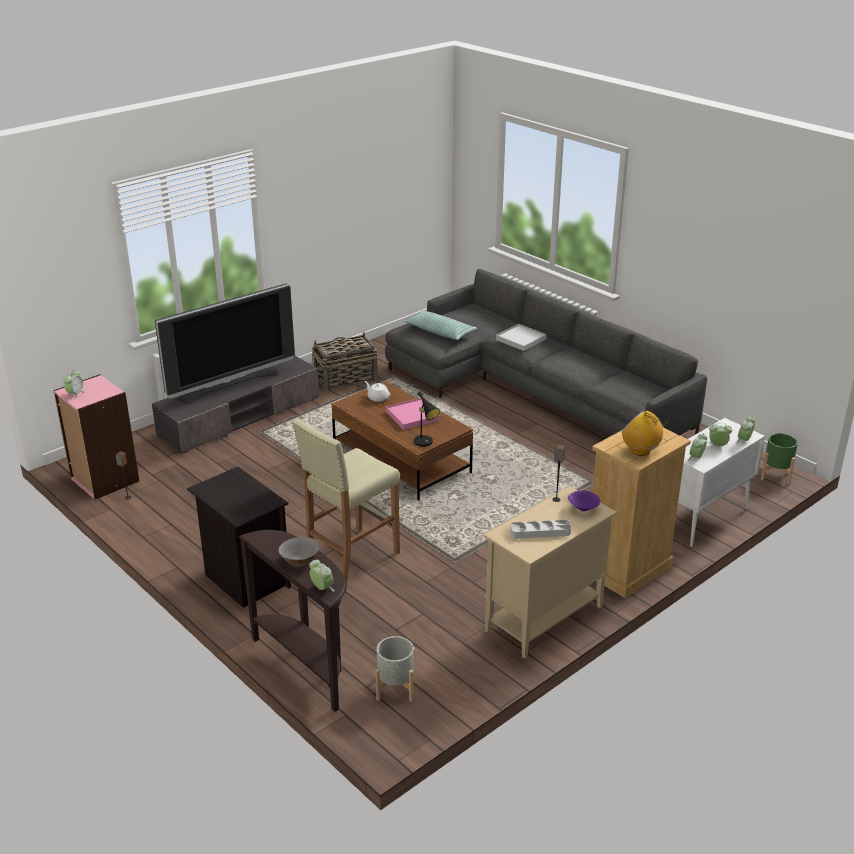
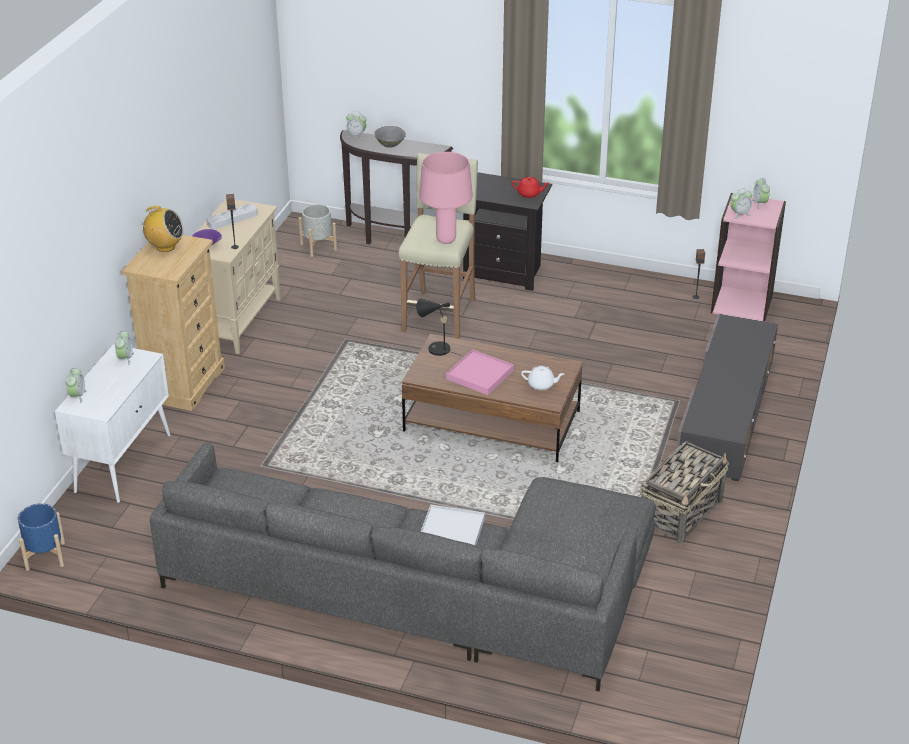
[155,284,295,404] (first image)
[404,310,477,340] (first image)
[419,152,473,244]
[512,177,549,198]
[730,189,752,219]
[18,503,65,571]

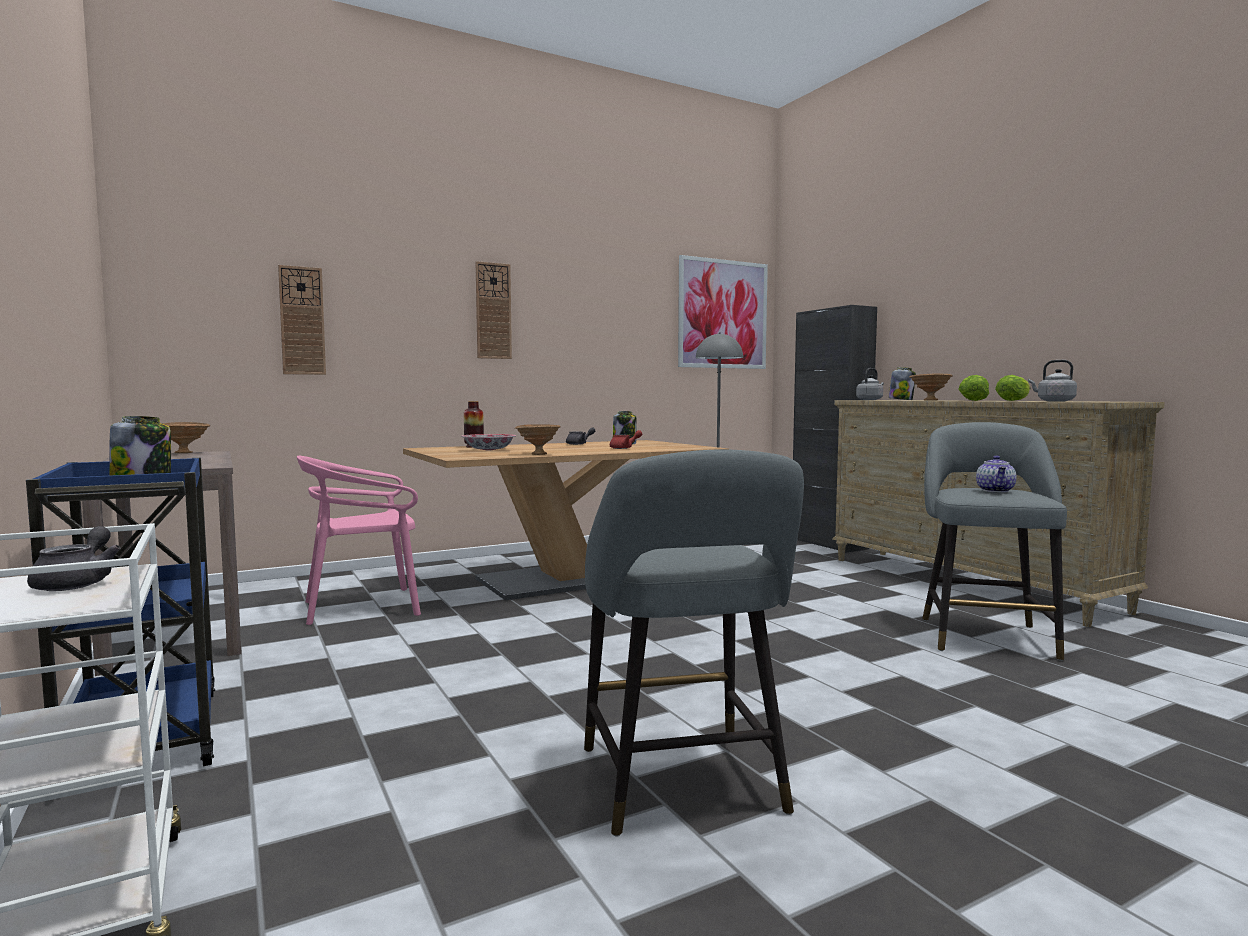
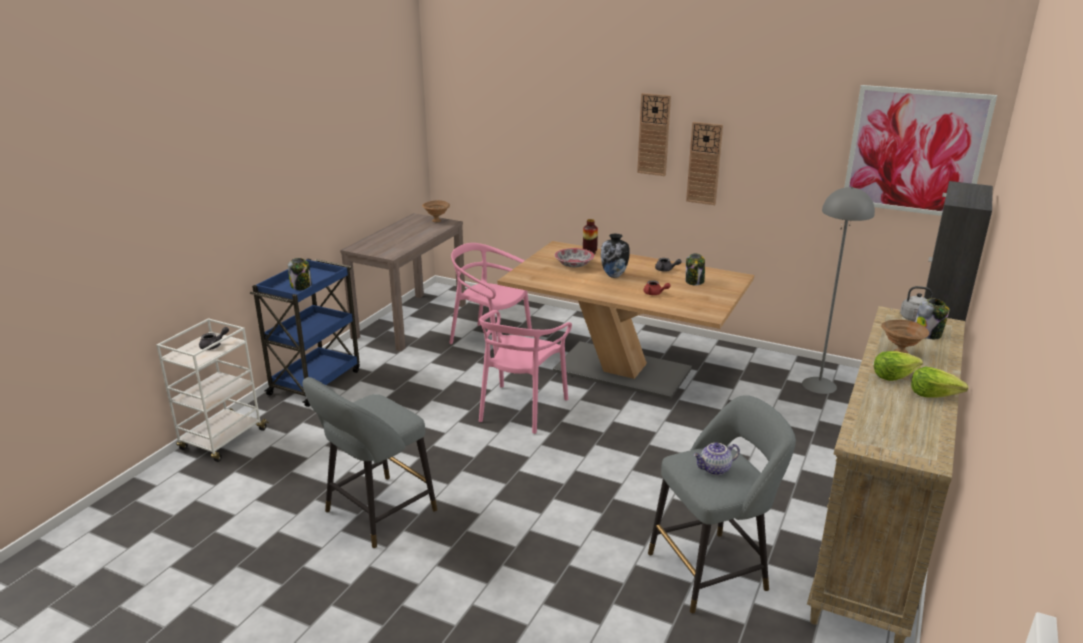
[515,424,561,455] (first image)
[1028,360,1077,401] (first image)
[479,310,572,434]
[601,234,629,278]
[686,122,723,205]

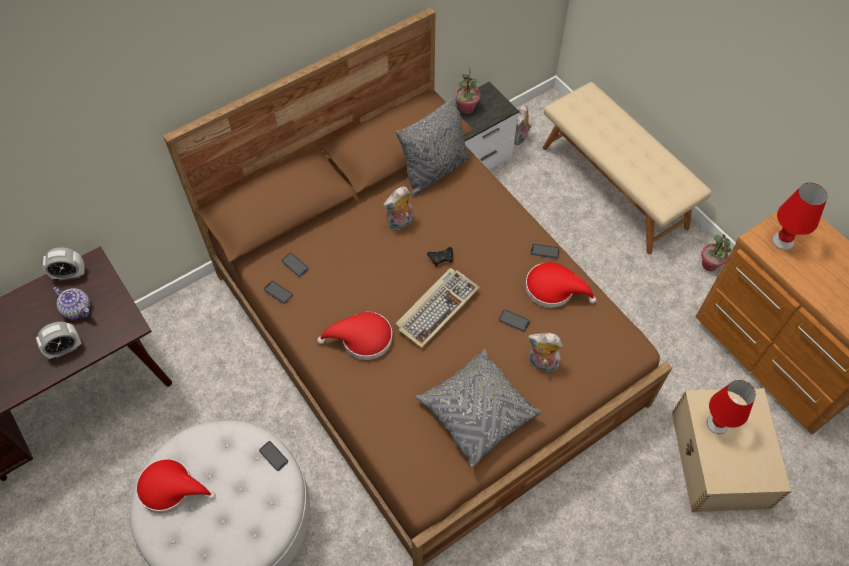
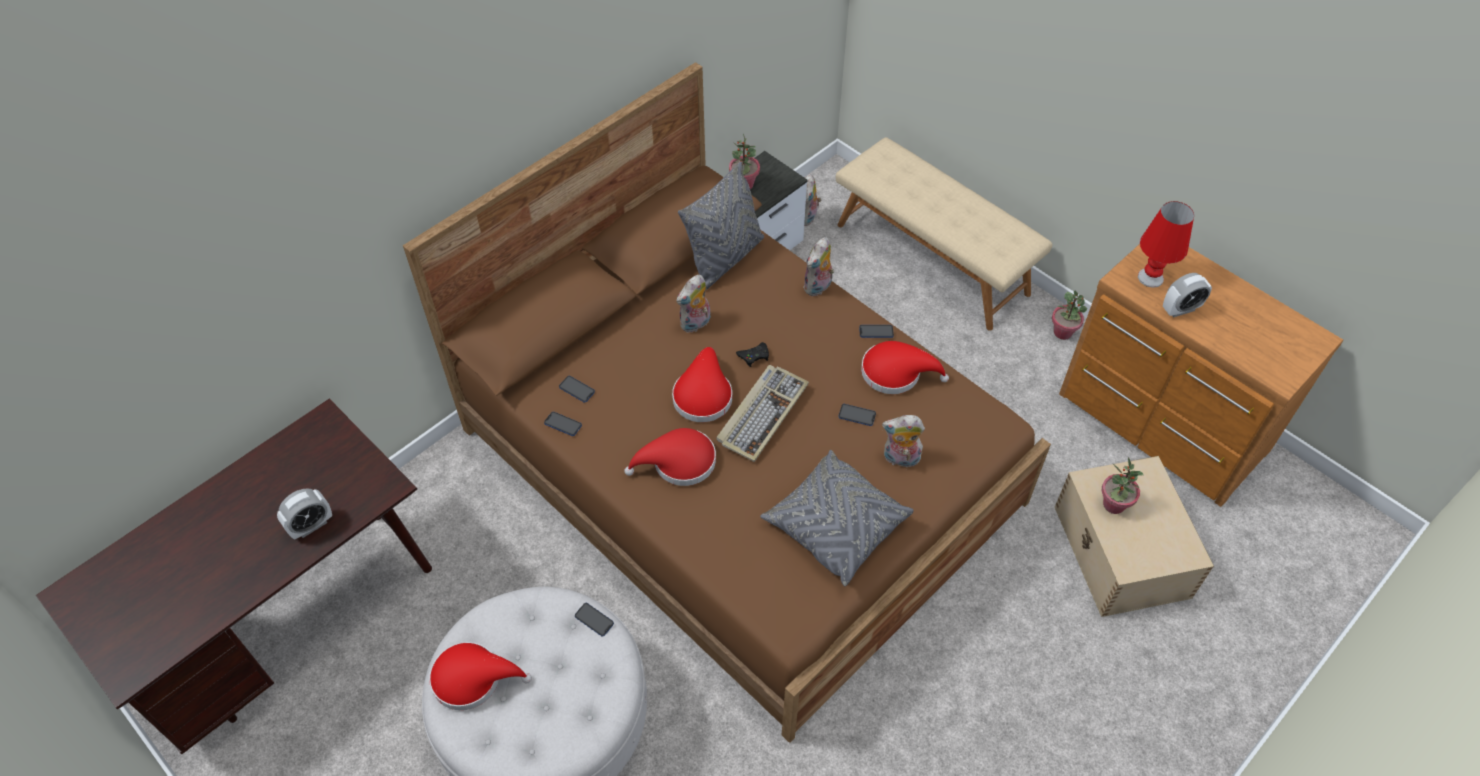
[53,287,90,320] (first image)
[672,347,732,422]
[803,237,834,296]
[1163,273,1212,318]
[1102,457,1144,514]

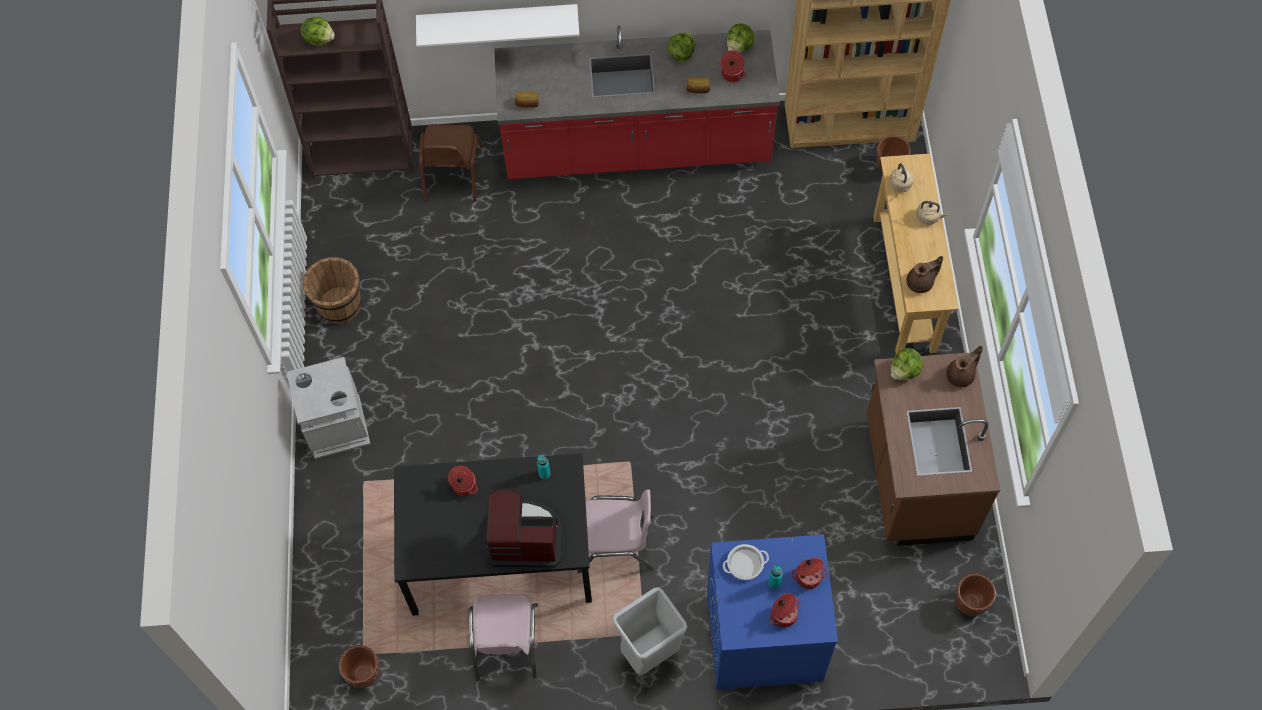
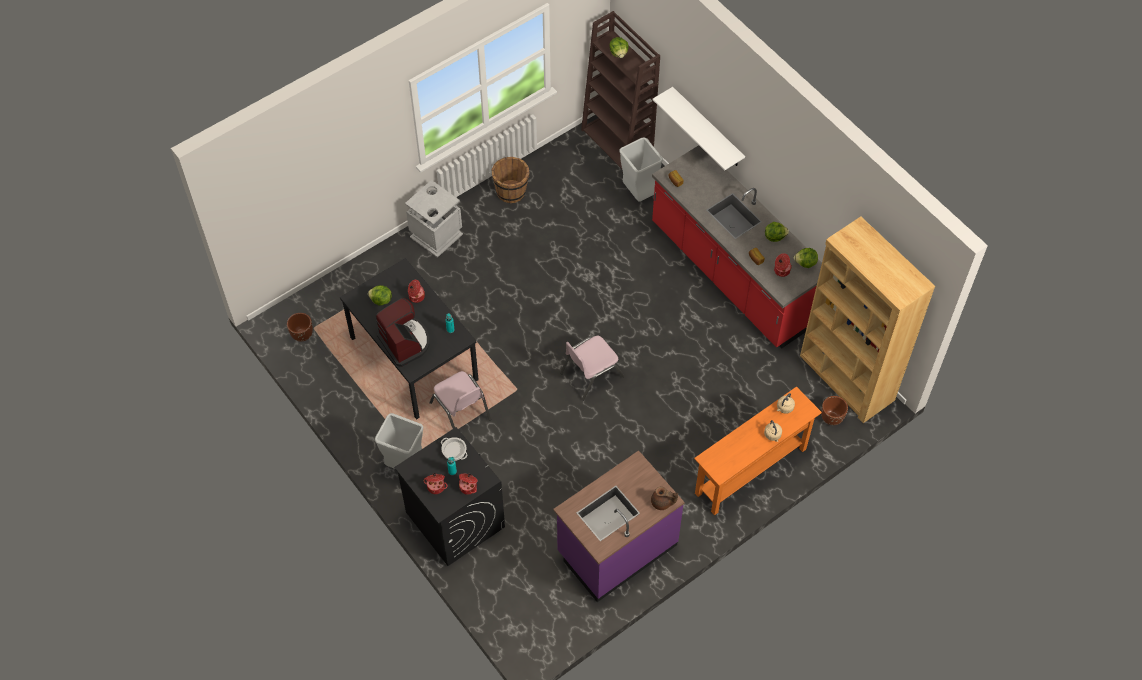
[906,256,943,293] (first image)
[955,574,996,616] (first image)
[560,336,625,401]
[368,285,392,306]
[619,137,663,201]
[394,427,505,566]
[553,451,685,602]
[694,386,822,515]

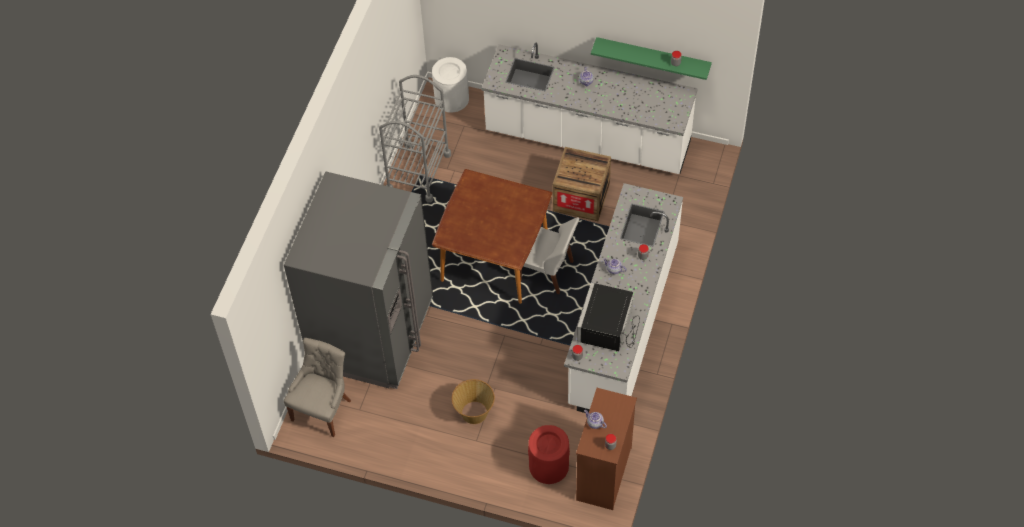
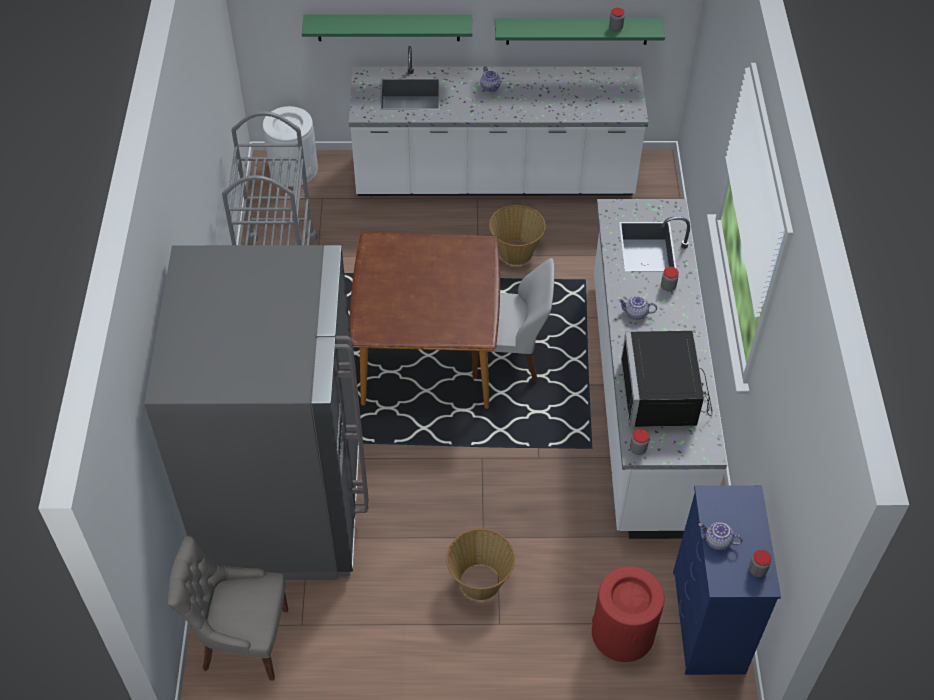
[302,14,472,41]
[489,205,546,265]
[673,485,781,675]
[168,535,288,681]

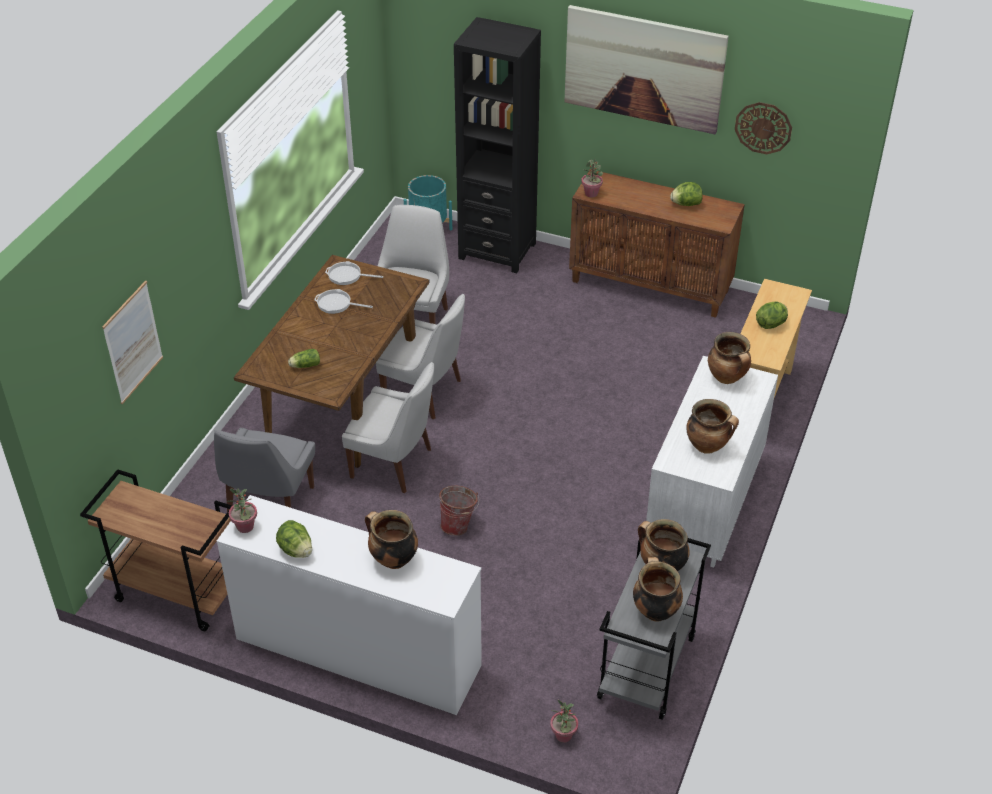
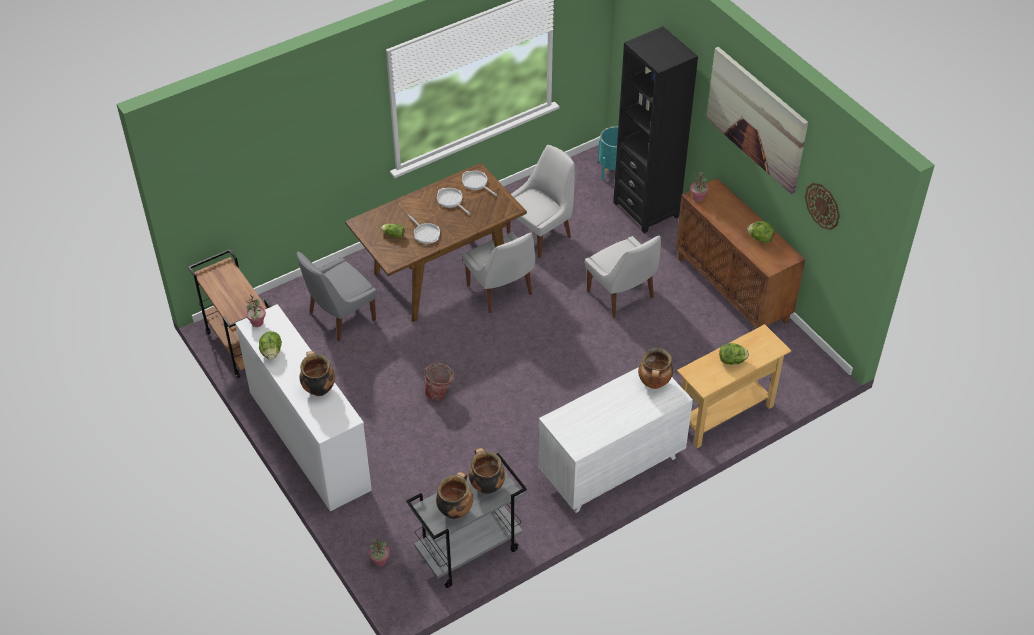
[102,281,163,404] (first image)
[687,399,739,454] (first image)
[408,215,440,244]
[585,236,661,318]

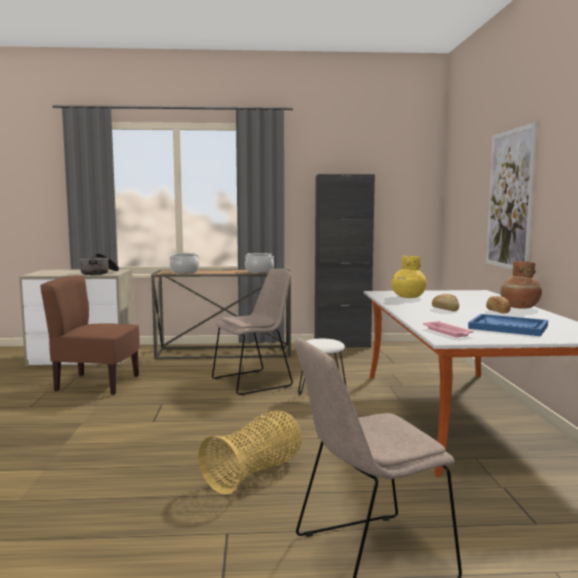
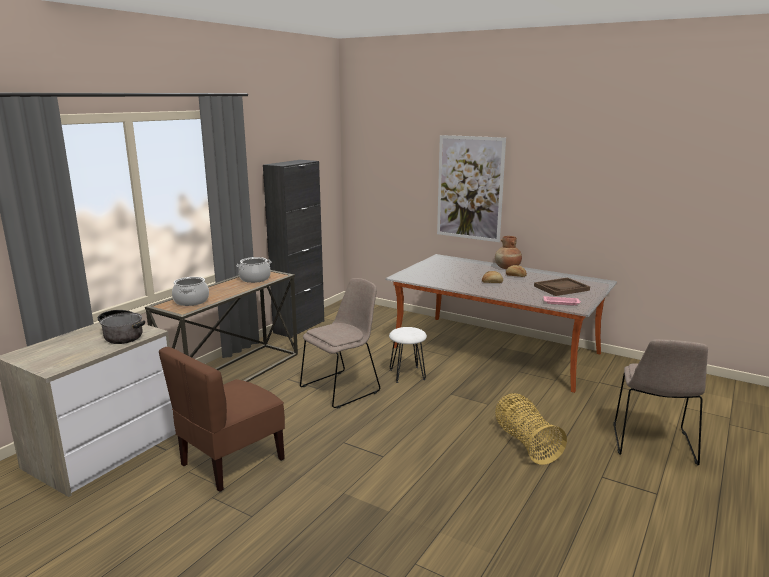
[391,256,427,298] (first image)
[534,277,590,296]
[300,278,380,409]

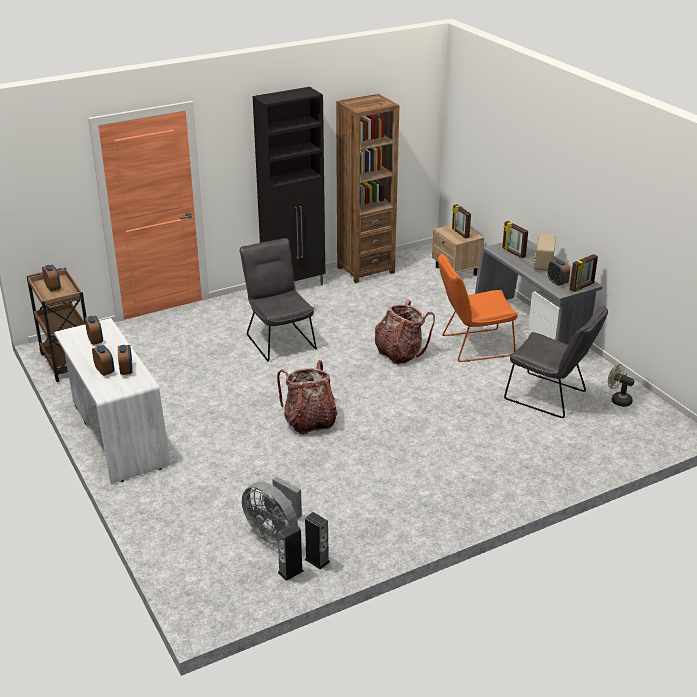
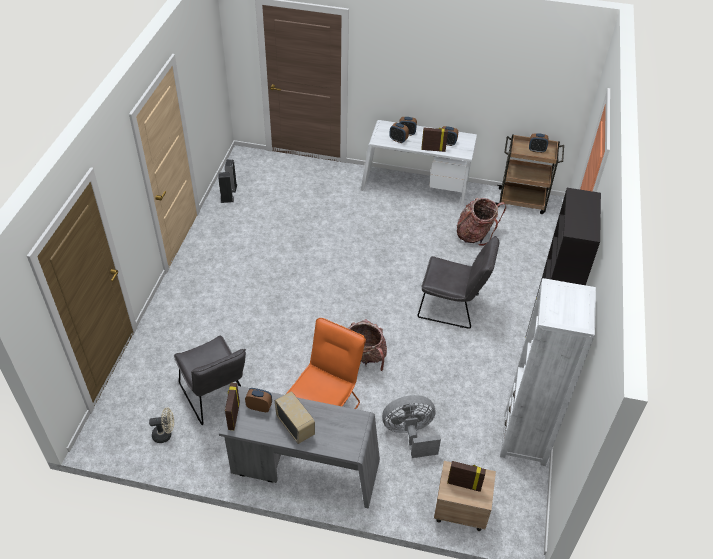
[382,395,441,458]
[457,198,506,246]
[421,128,448,152]
[500,278,596,466]
[174,336,246,425]

